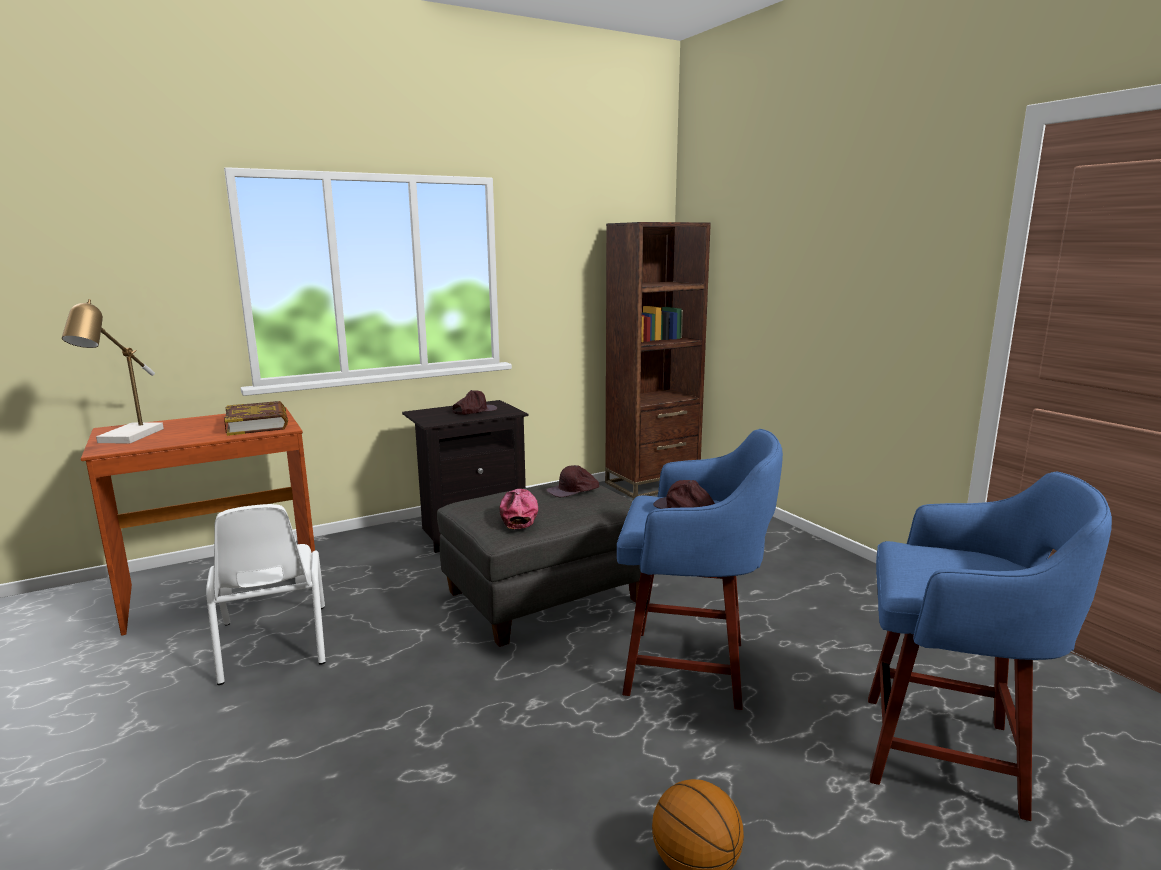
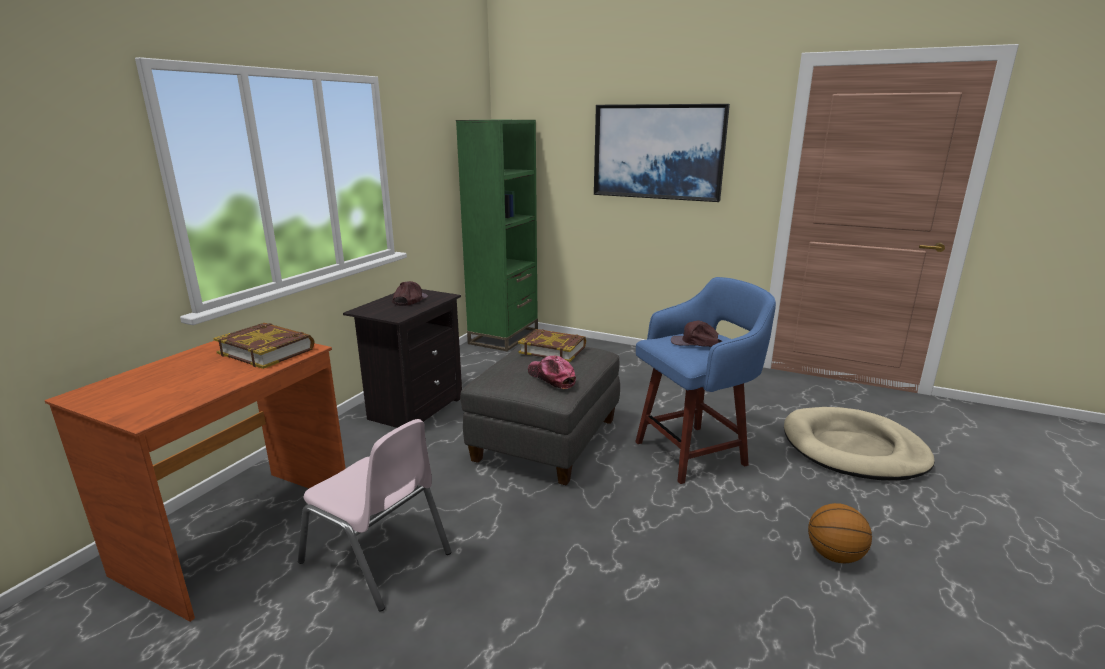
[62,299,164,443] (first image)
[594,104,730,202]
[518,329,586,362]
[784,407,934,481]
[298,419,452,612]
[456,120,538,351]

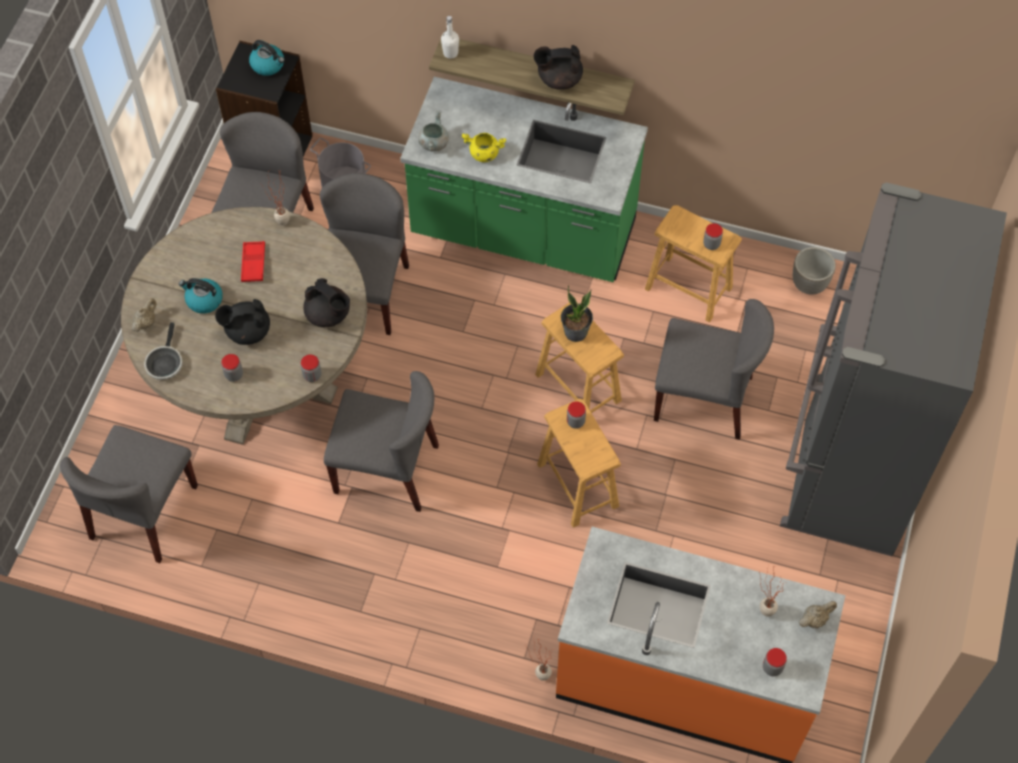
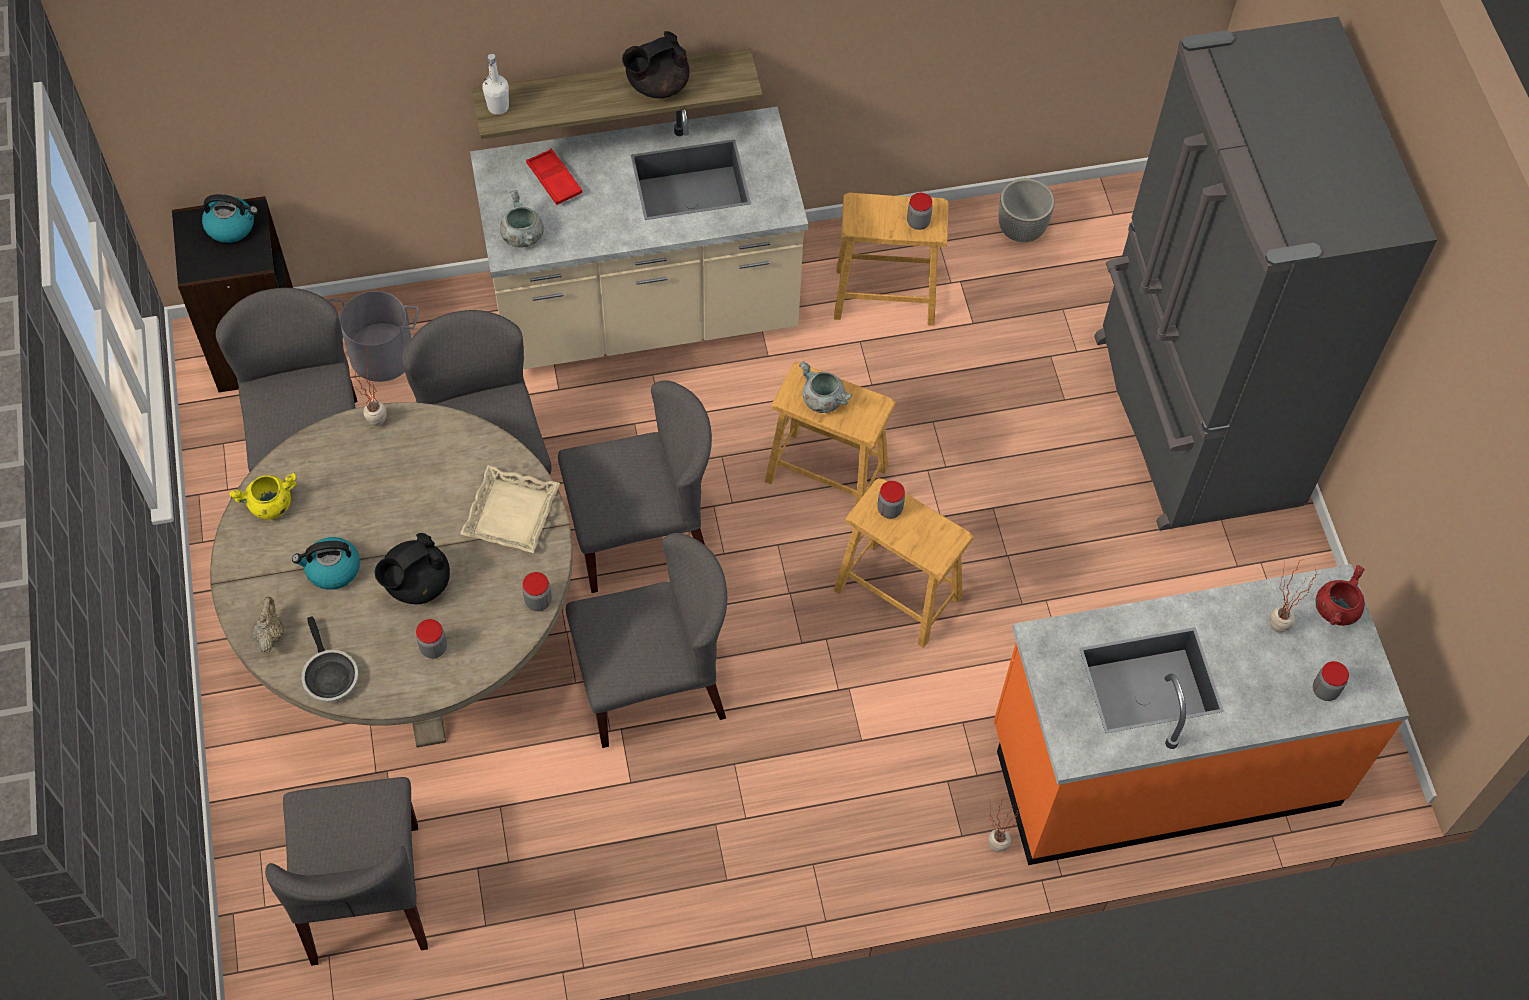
[526,149,582,205]
[229,472,297,519]
[558,380,712,593]
[460,465,560,553]
[799,361,852,413]
[1316,565,1365,626]
[470,107,808,369]

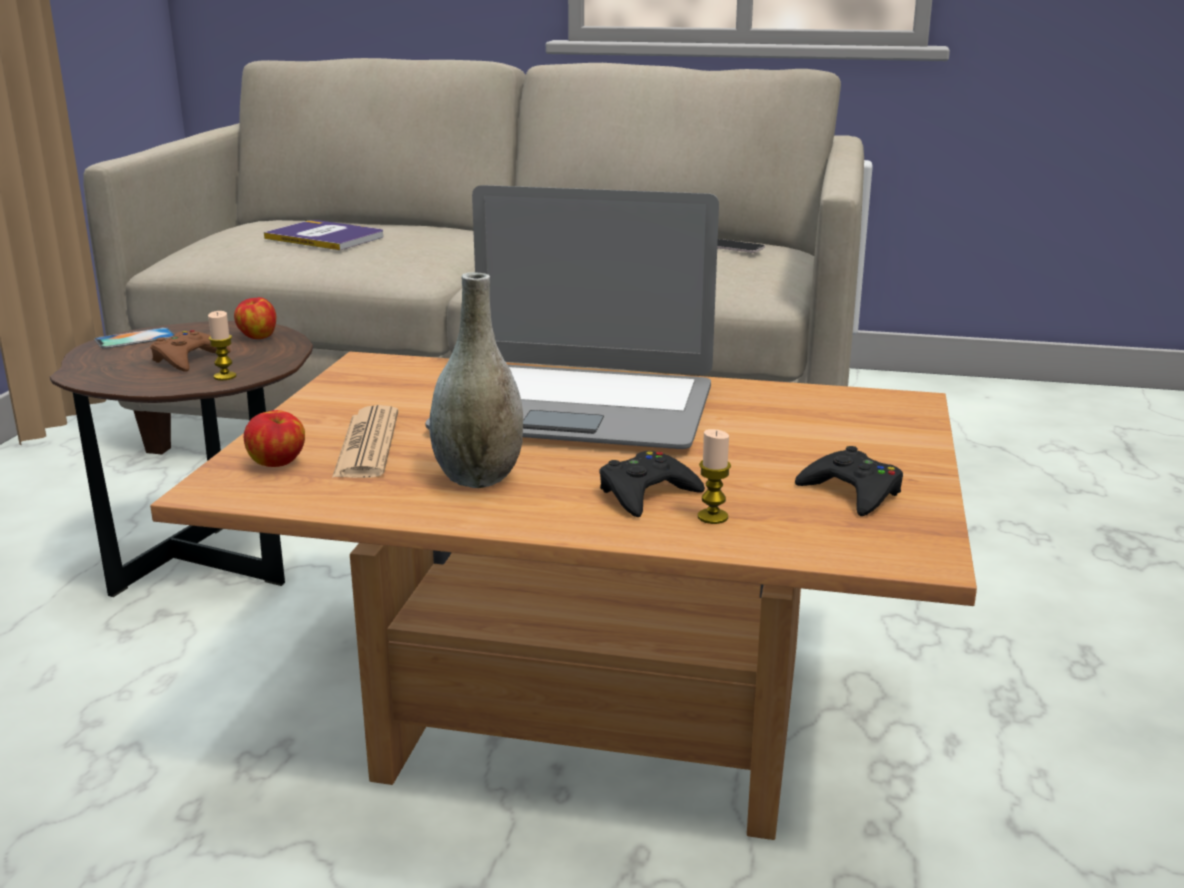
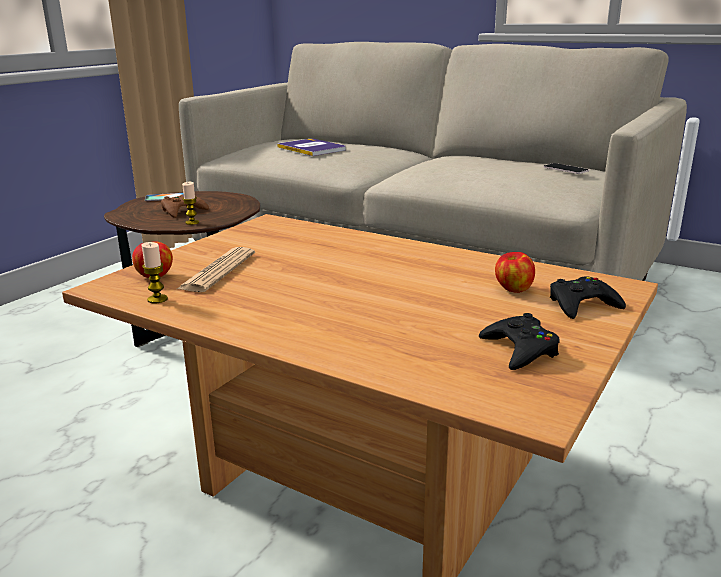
[425,185,719,449] (first image)
[429,272,523,488] (first image)
[495,252,535,293]
[550,276,626,319]
[142,242,168,304]

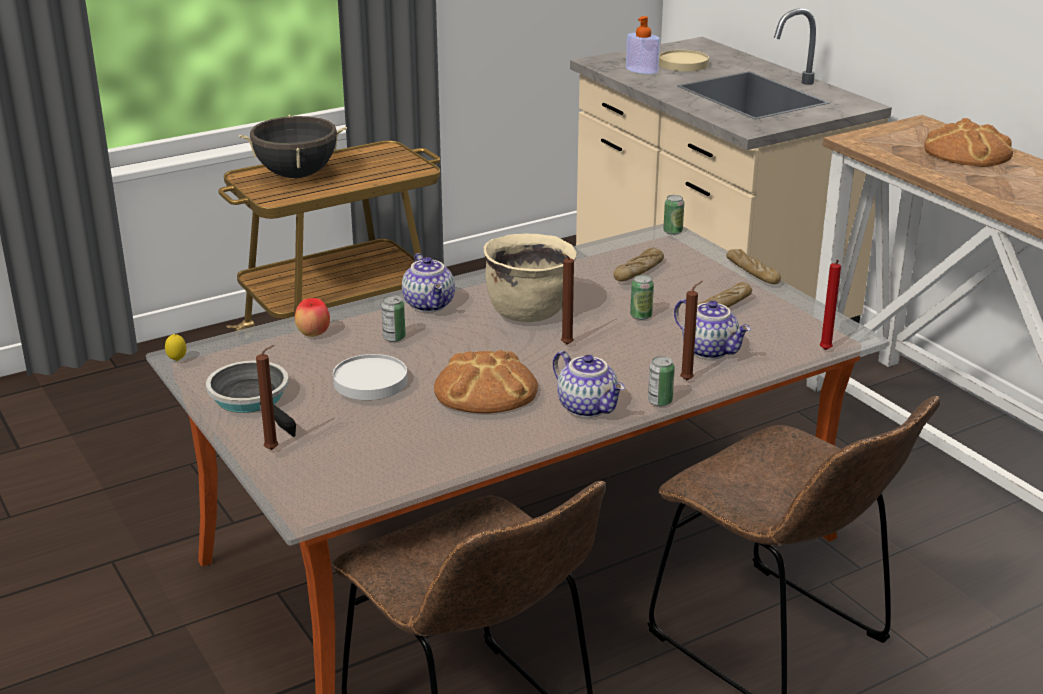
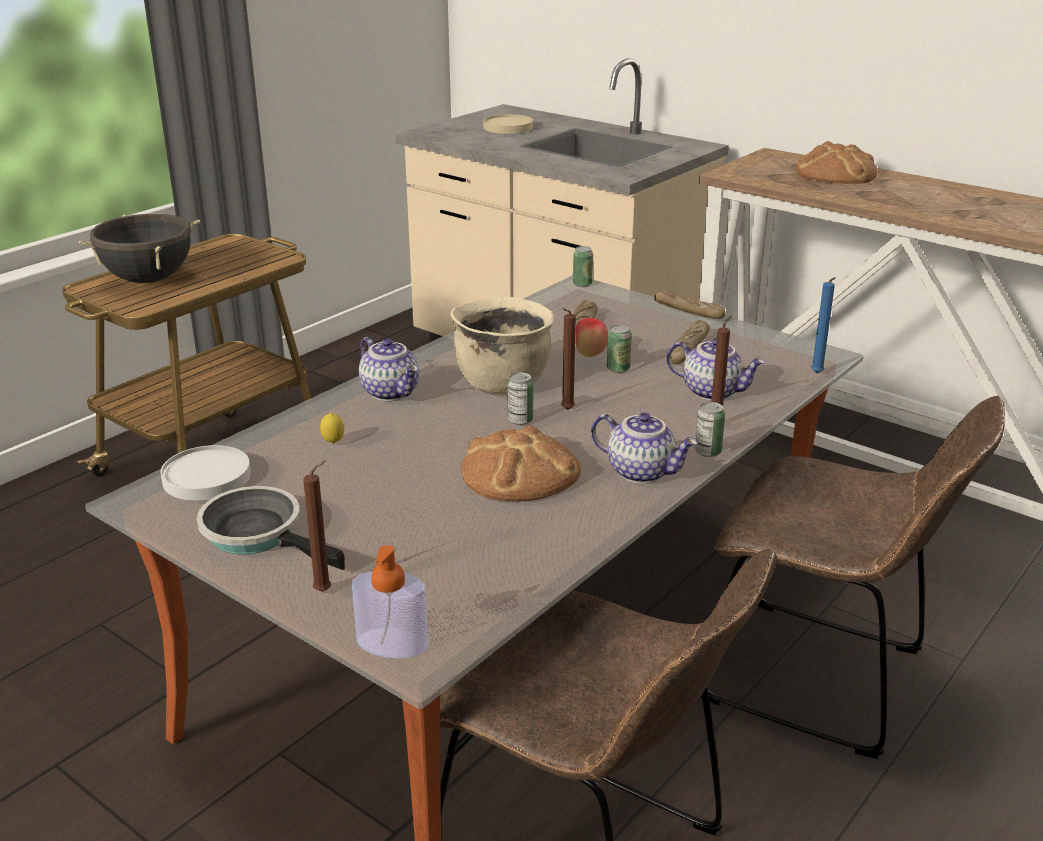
[320,413,344,444]
[575,318,608,357]
[160,445,251,501]
[508,373,533,425]
[352,545,428,658]
[811,277,836,373]

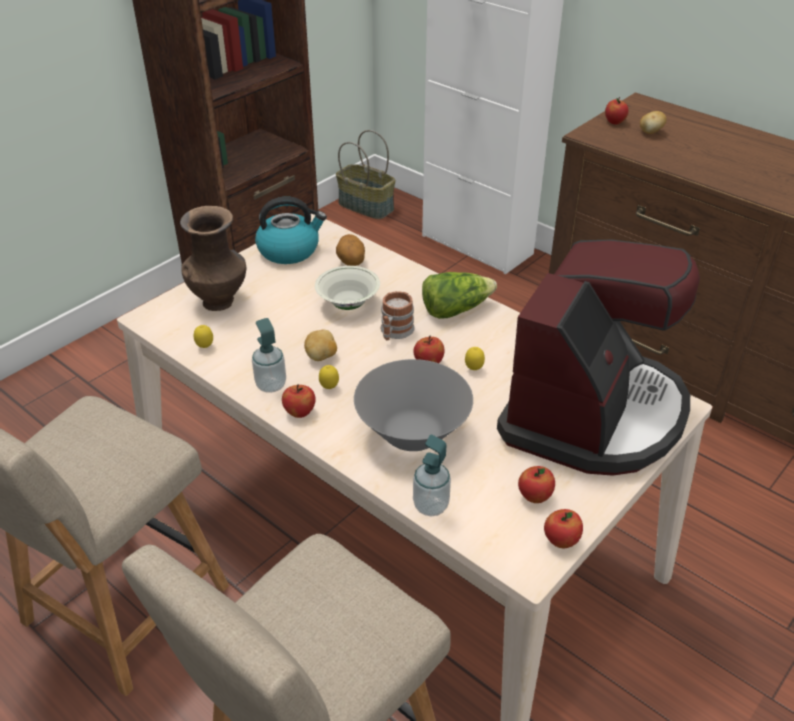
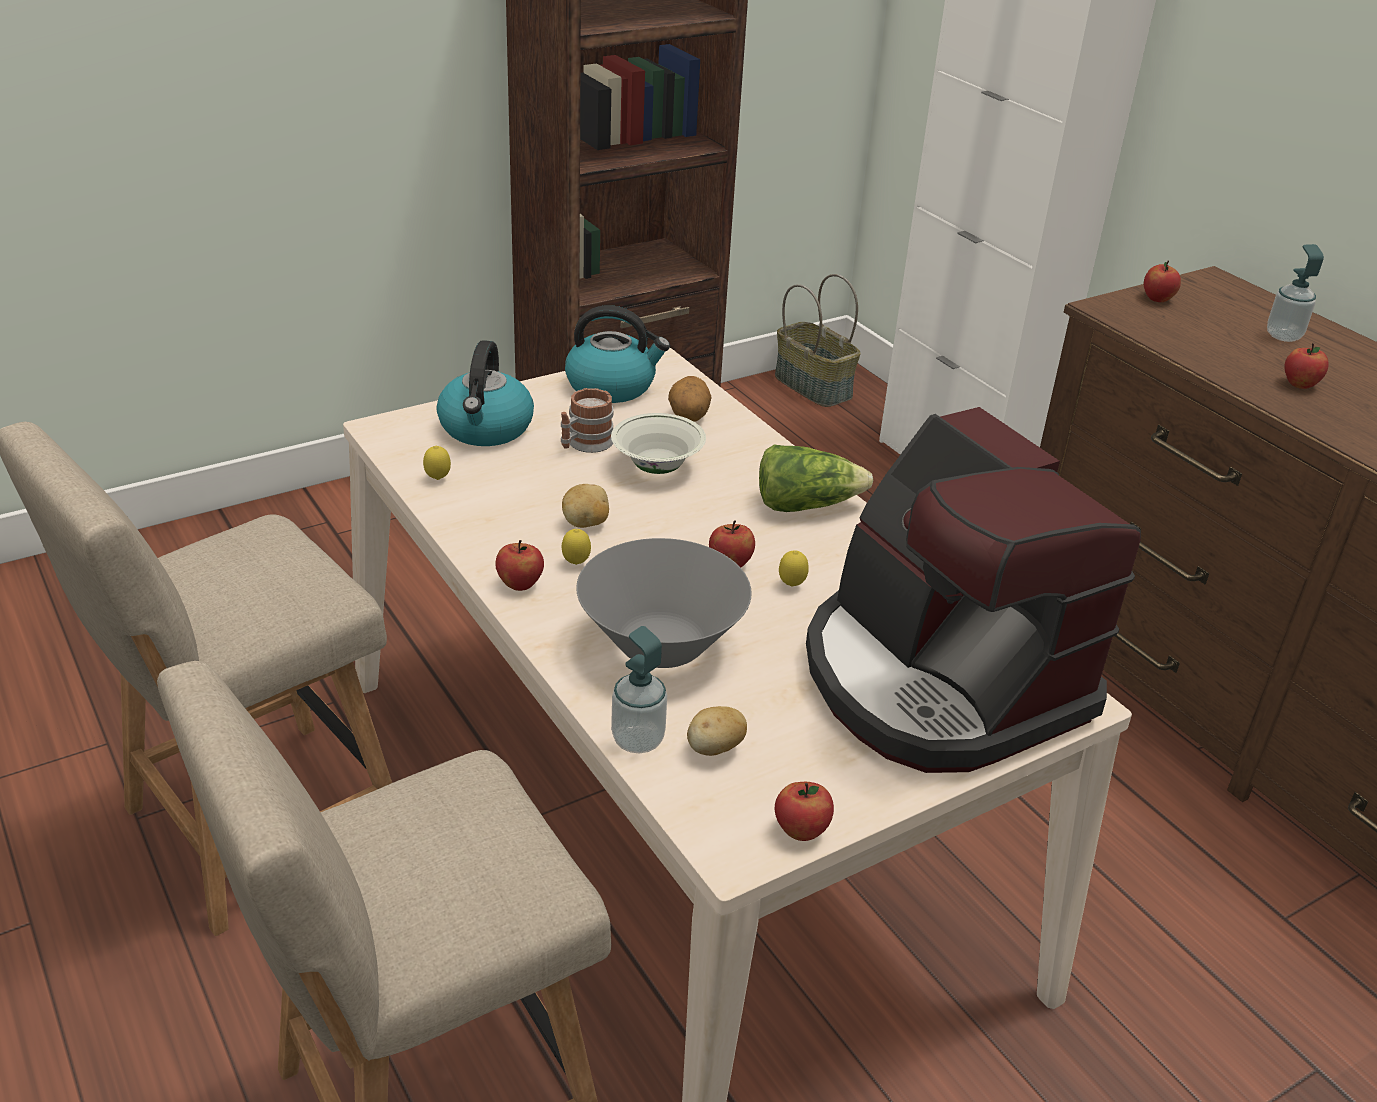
[1267,244,1324,342]
[561,388,614,453]
[1284,343,1329,389]
[687,706,747,756]
[436,340,534,446]
[806,407,1141,773]

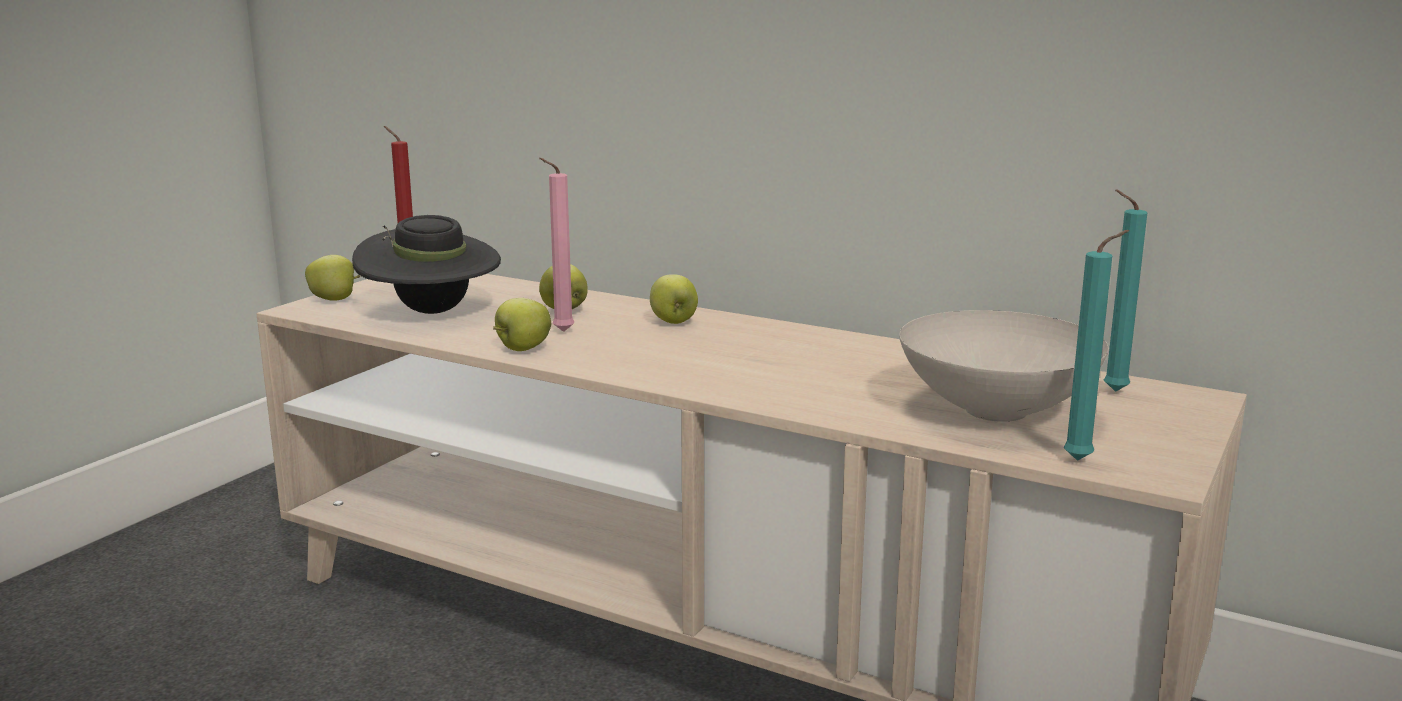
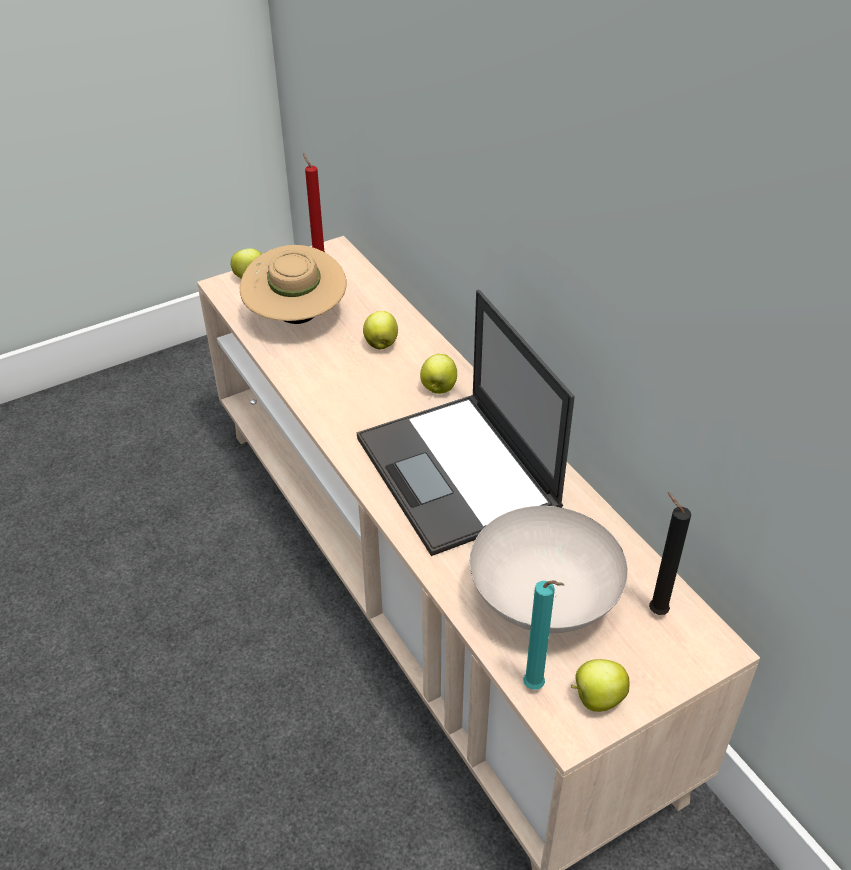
[539,158,574,332] (first image)
[357,290,575,556]
[571,659,629,712]
[240,245,347,324]
[649,492,691,615]

